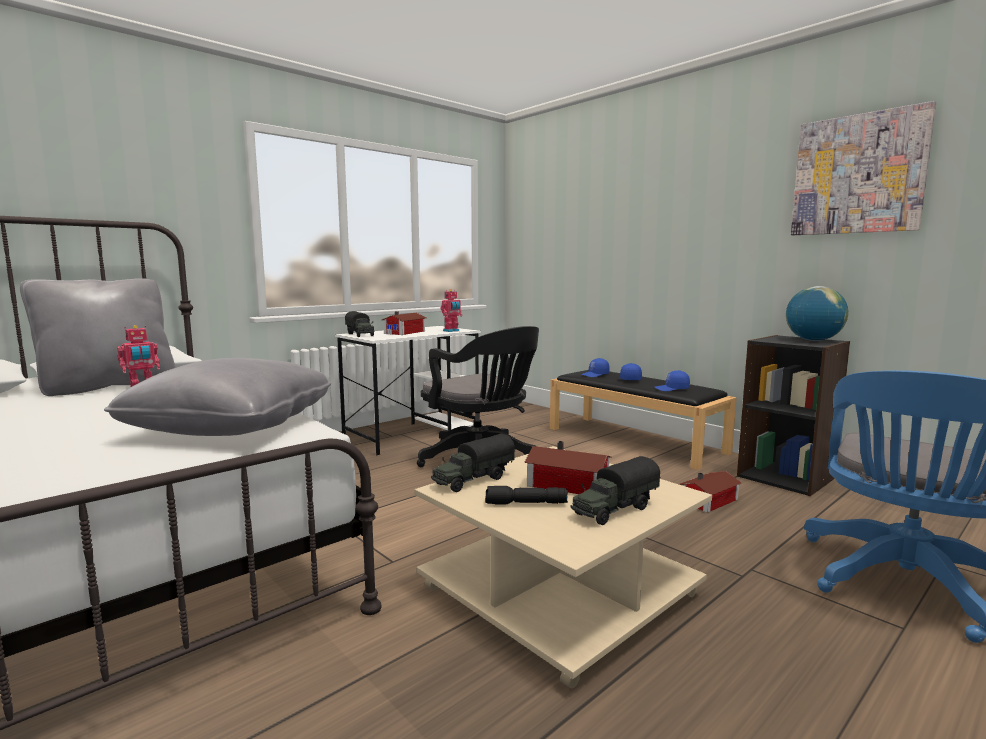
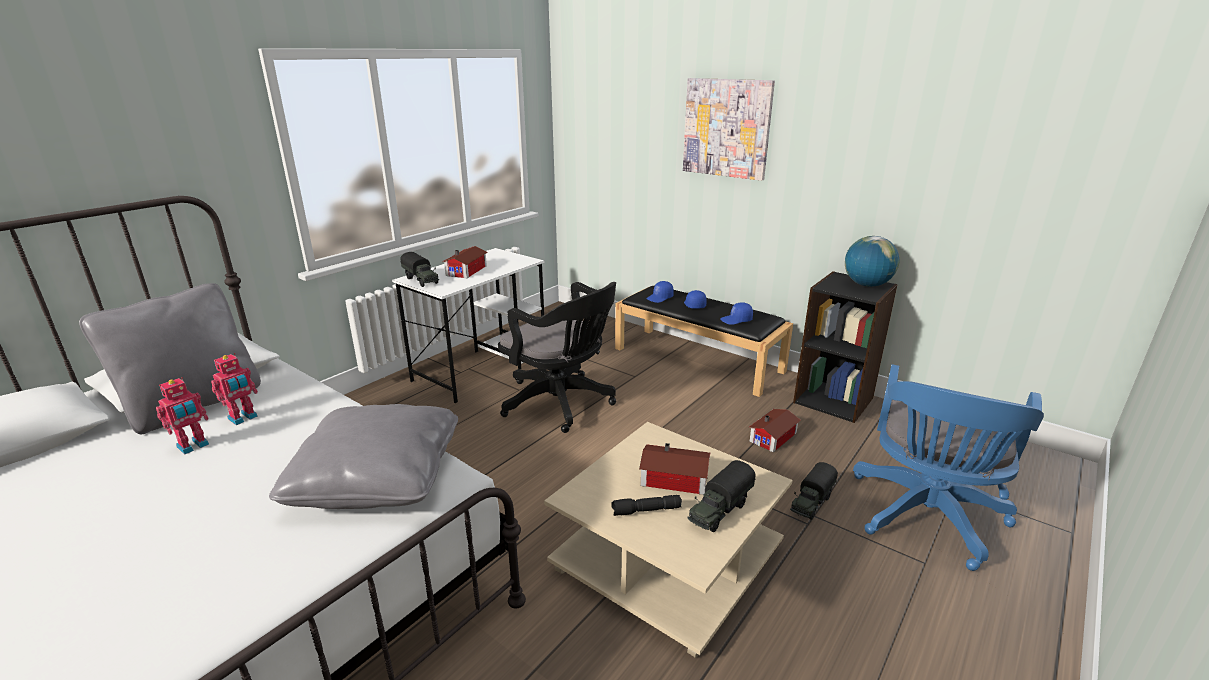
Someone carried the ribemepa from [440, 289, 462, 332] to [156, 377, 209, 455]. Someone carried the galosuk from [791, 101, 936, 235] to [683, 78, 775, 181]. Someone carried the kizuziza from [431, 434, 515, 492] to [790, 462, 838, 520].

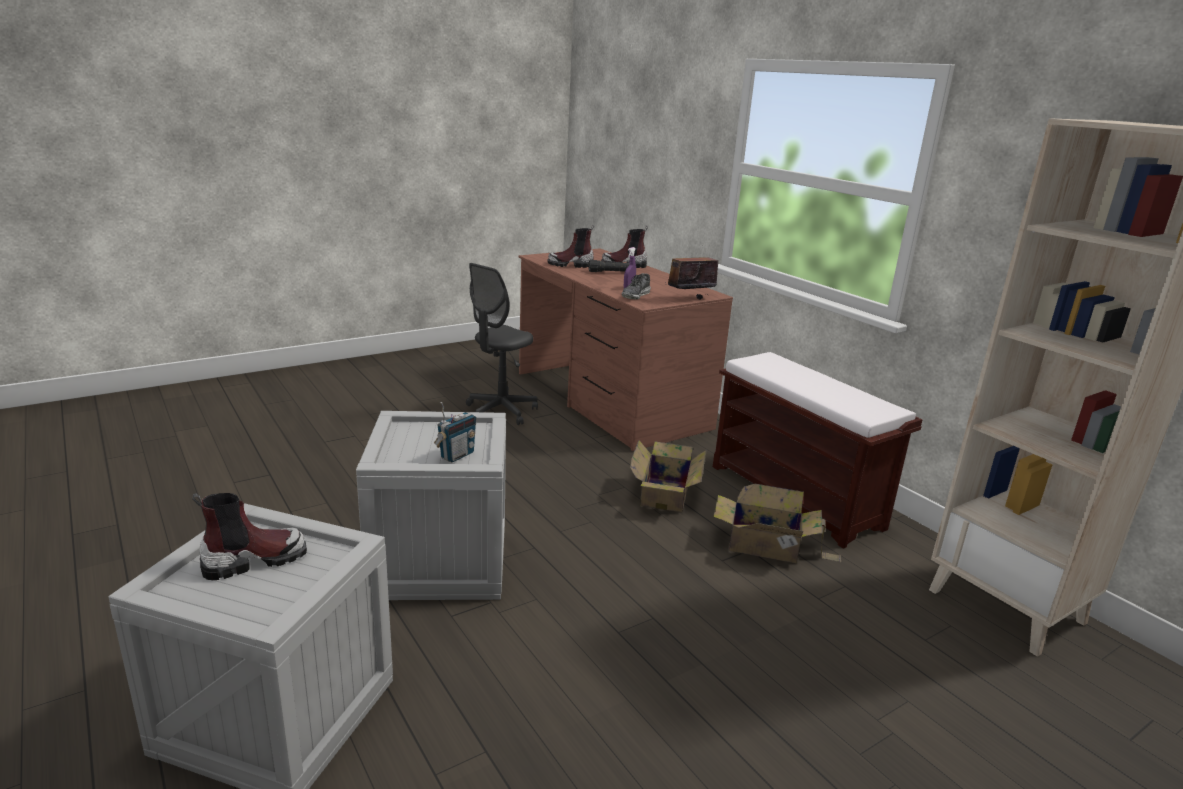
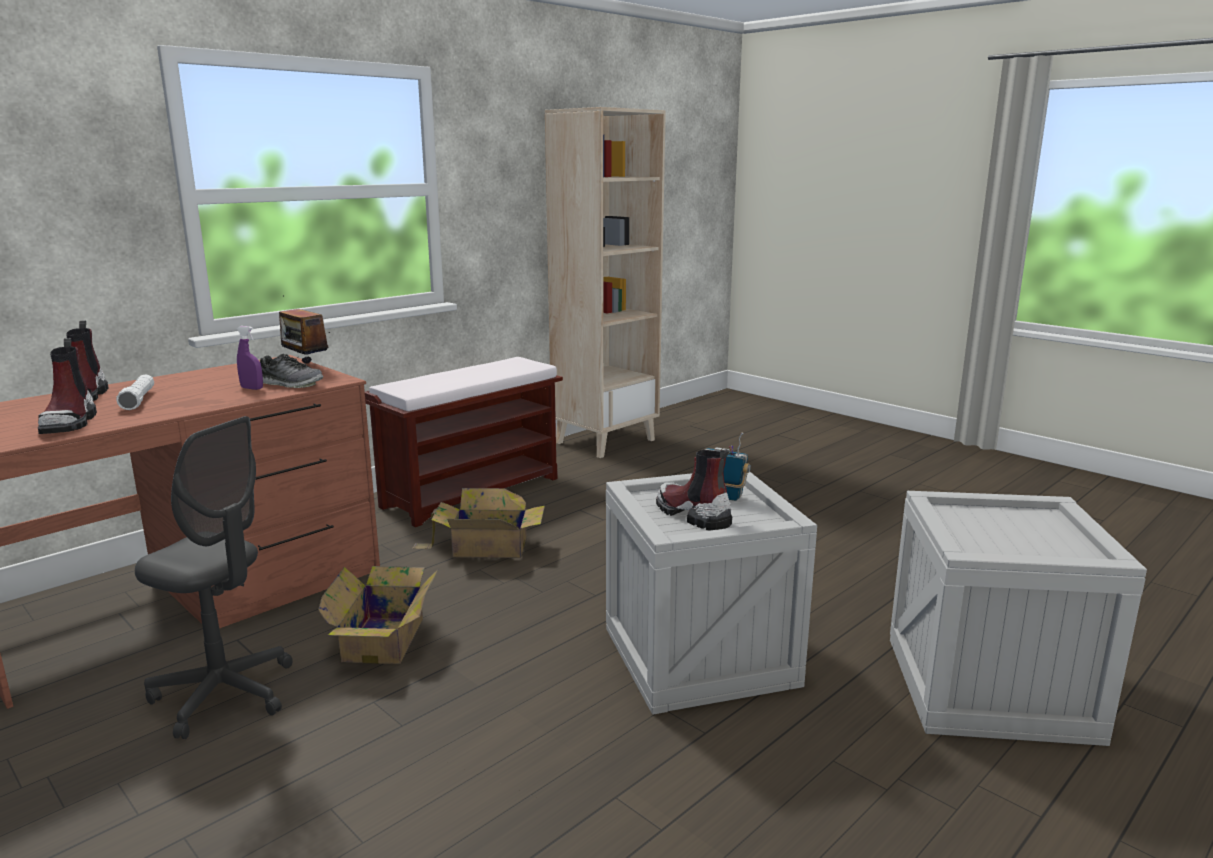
Someone repainted the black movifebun at [589, 260, 629, 272], which became the white movifebun at [116, 374, 154, 410]. Someone carried the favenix from [713, 484, 841, 563] to [318, 566, 438, 664]. Someone carried the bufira from [192, 493, 307, 580] to [656, 449, 732, 531].

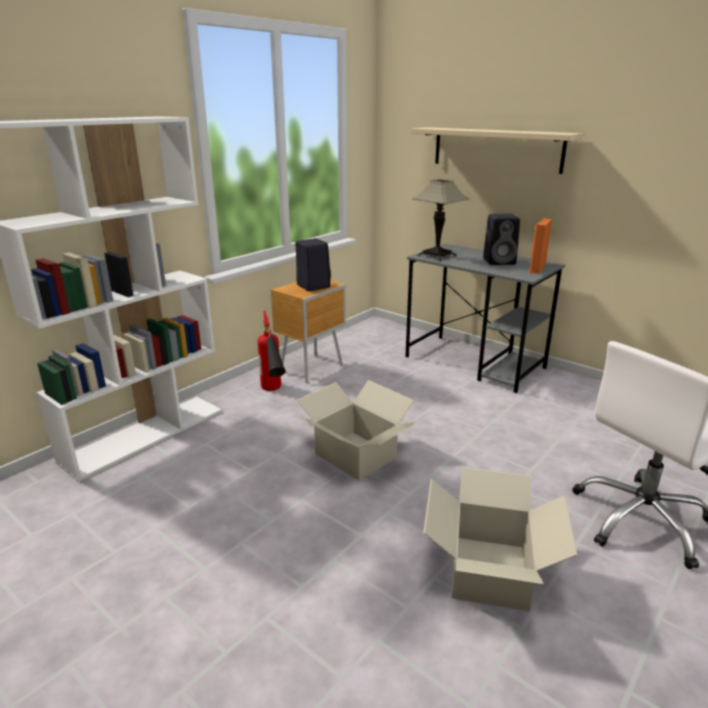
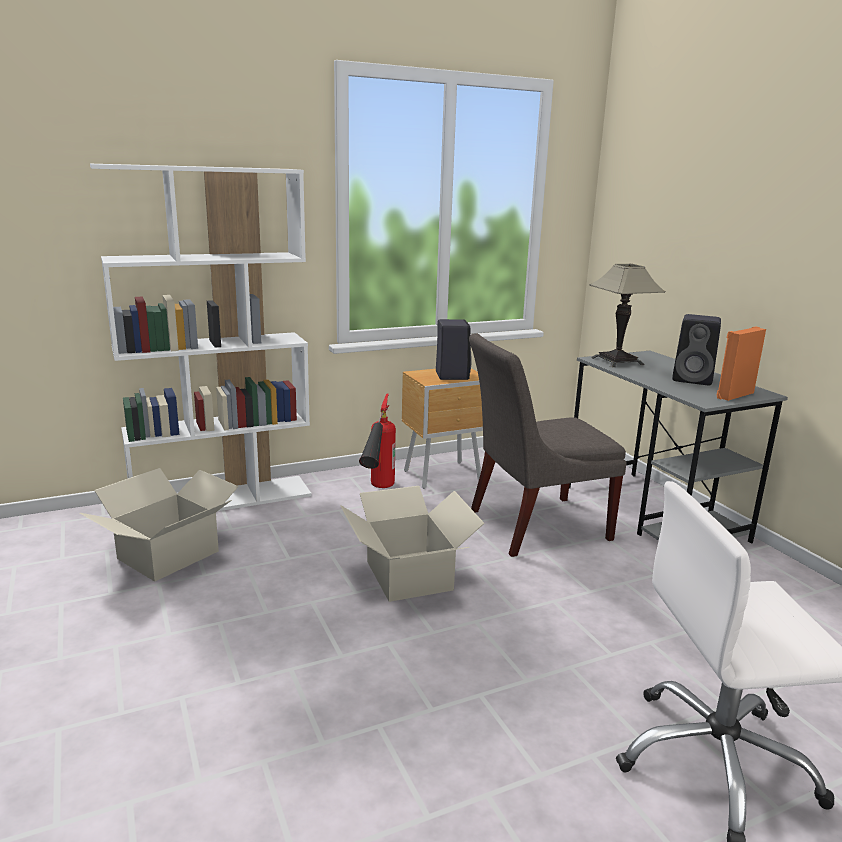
Someone carried the favenix from [423, 467, 577, 611] to [80, 468, 239, 581]. Someone put down the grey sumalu at [469, 333, 627, 557]. Someone took away the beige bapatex at [411, 127, 583, 174].

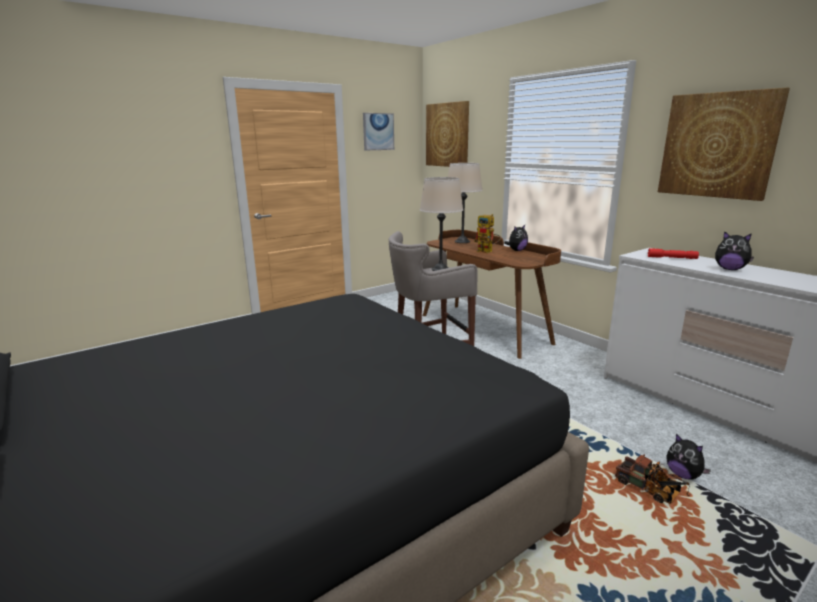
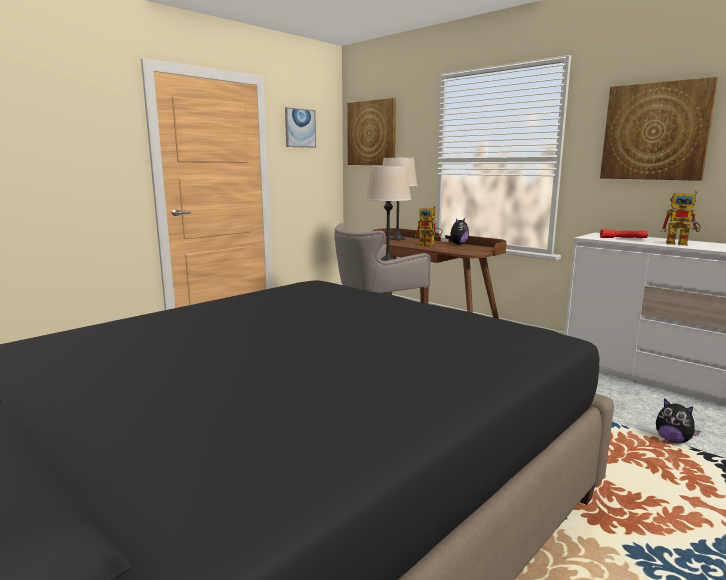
Someone swapped the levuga at [715, 231, 754, 270] for the ribemepa at [661, 191, 701, 246]. Someone took away the kizuziza at [615, 454, 690, 504].

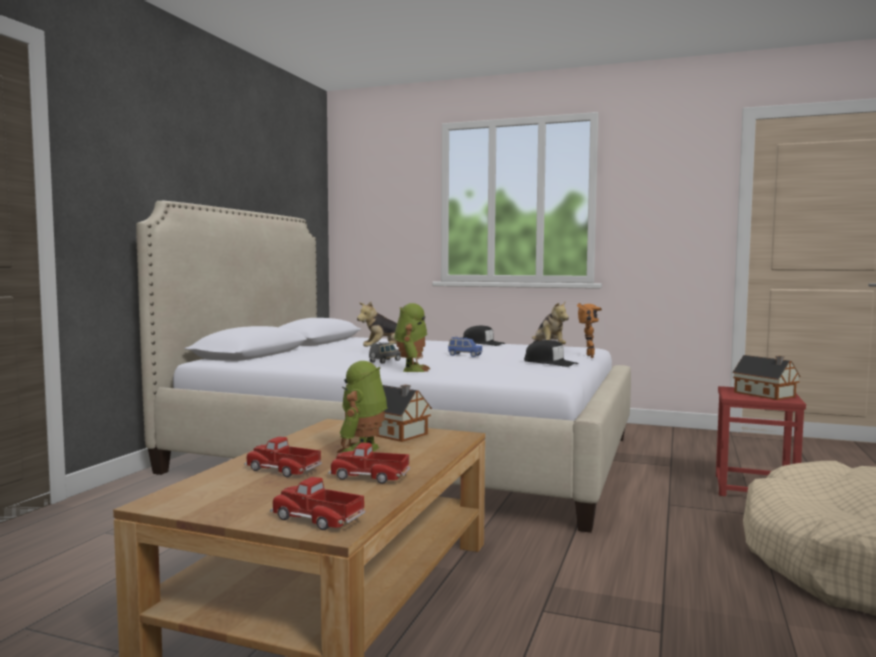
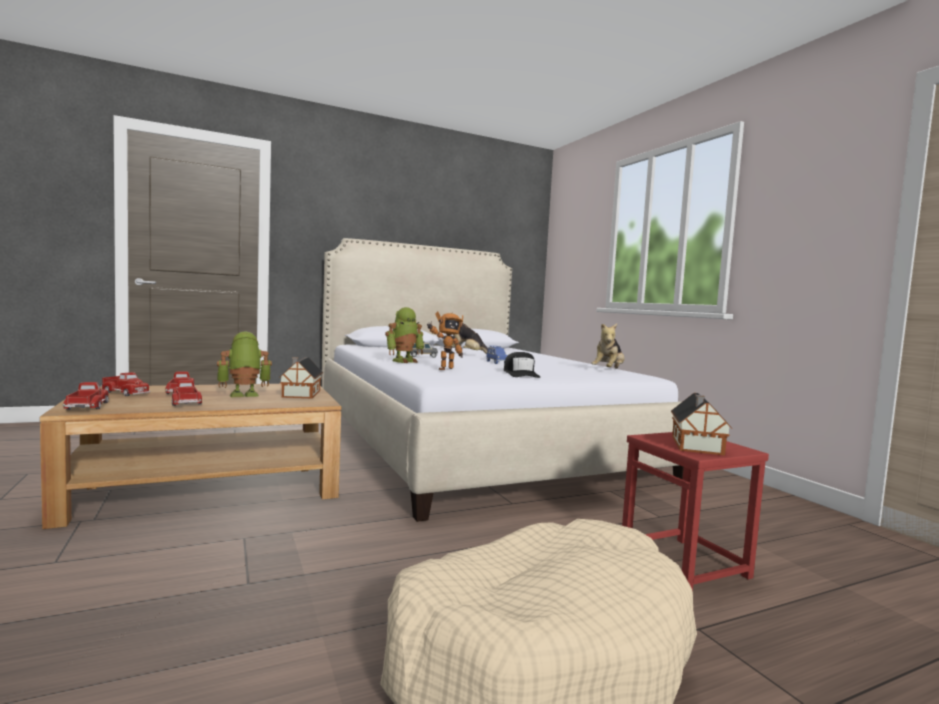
Someone put down the kizuziza at [101, 372, 150, 396]. Someone carried the ribemepa from [577, 303, 602, 358] to [427, 311, 463, 370]. Someone took away the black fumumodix at [463, 326, 505, 346].

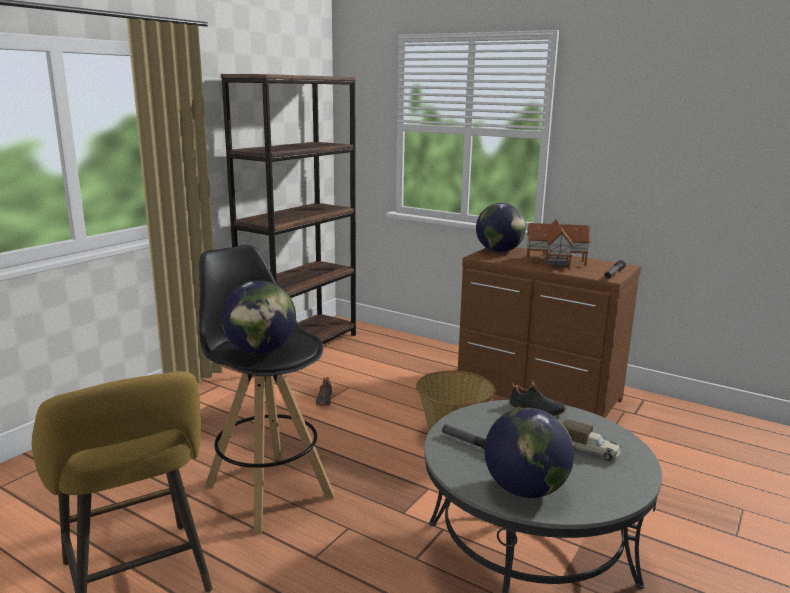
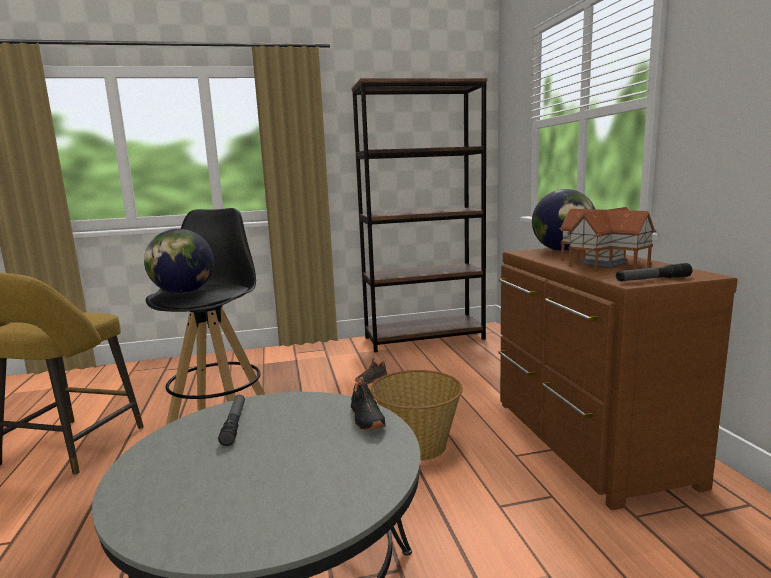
Someone took away the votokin at [484, 408, 574, 498]. Someone took away the kizuziza at [562, 418, 621, 461].

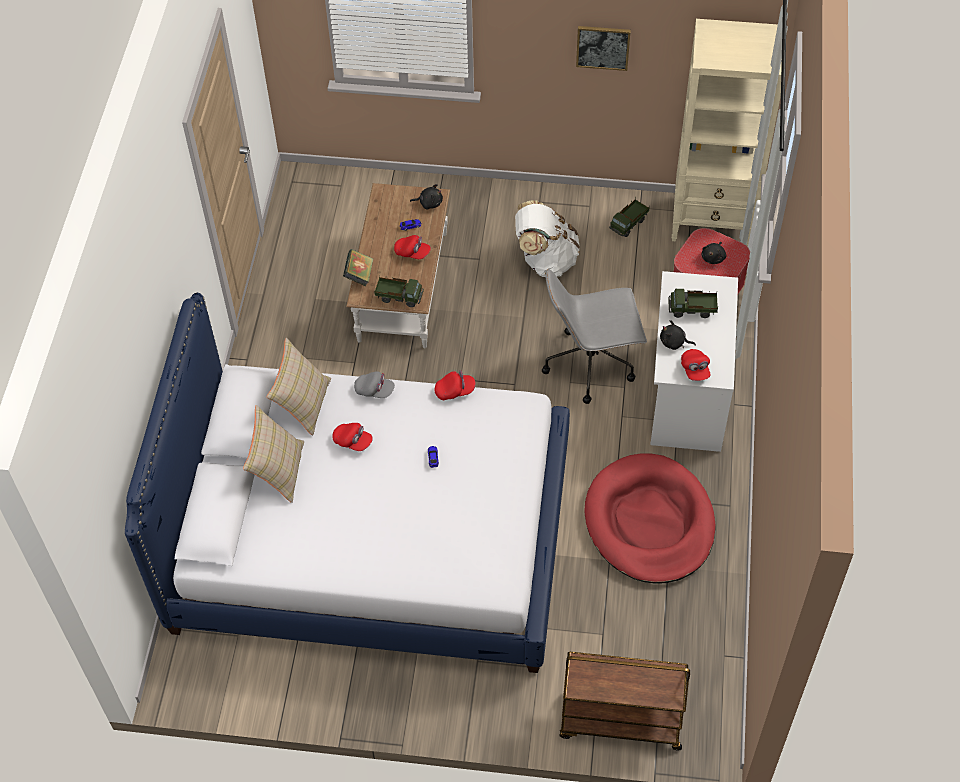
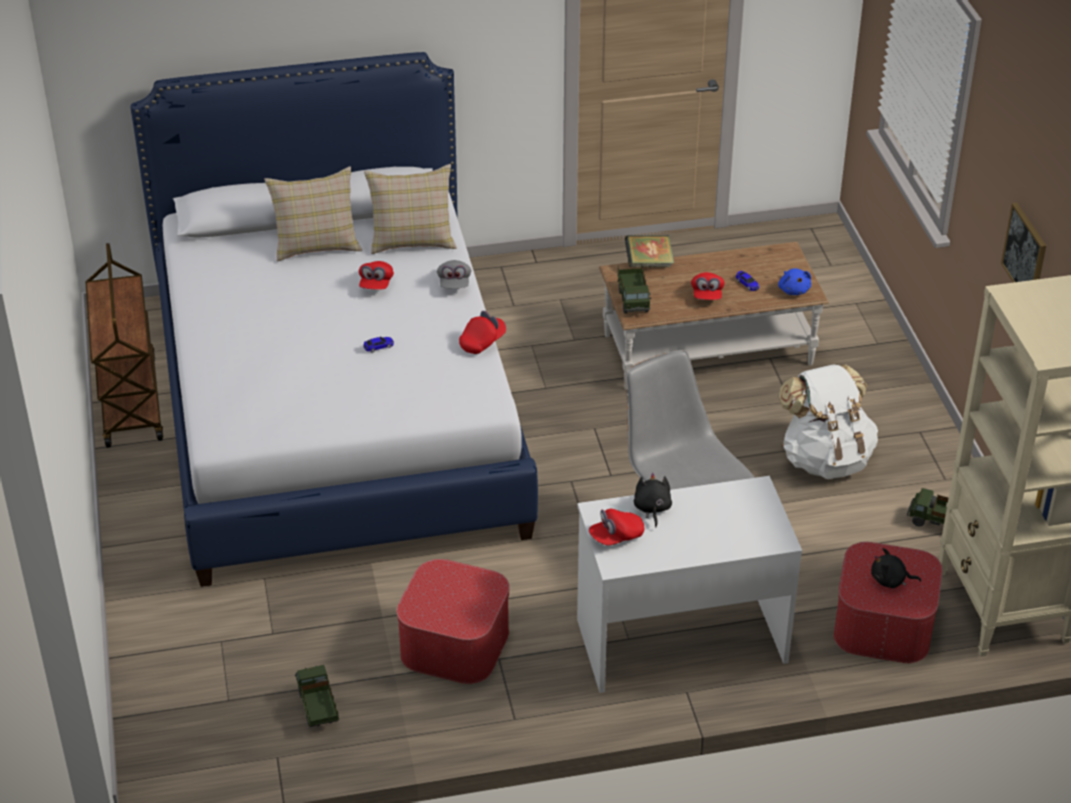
Someone carried the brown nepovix from [559, 652, 690, 750] to [85, 243, 163, 448]. Someone carried the kizuziza from [668, 289, 718, 318] to [295, 665, 339, 727]. Someone swapped the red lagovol at [585, 453, 715, 584] for the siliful at [396, 559, 510, 684]. Someone rotated the red fumumodix at [434, 370, 476, 400] by 105 degrees counterclockwise. Someone repainted the black levuga at [410, 184, 443, 210], which became the blue levuga at [778, 268, 811, 295].

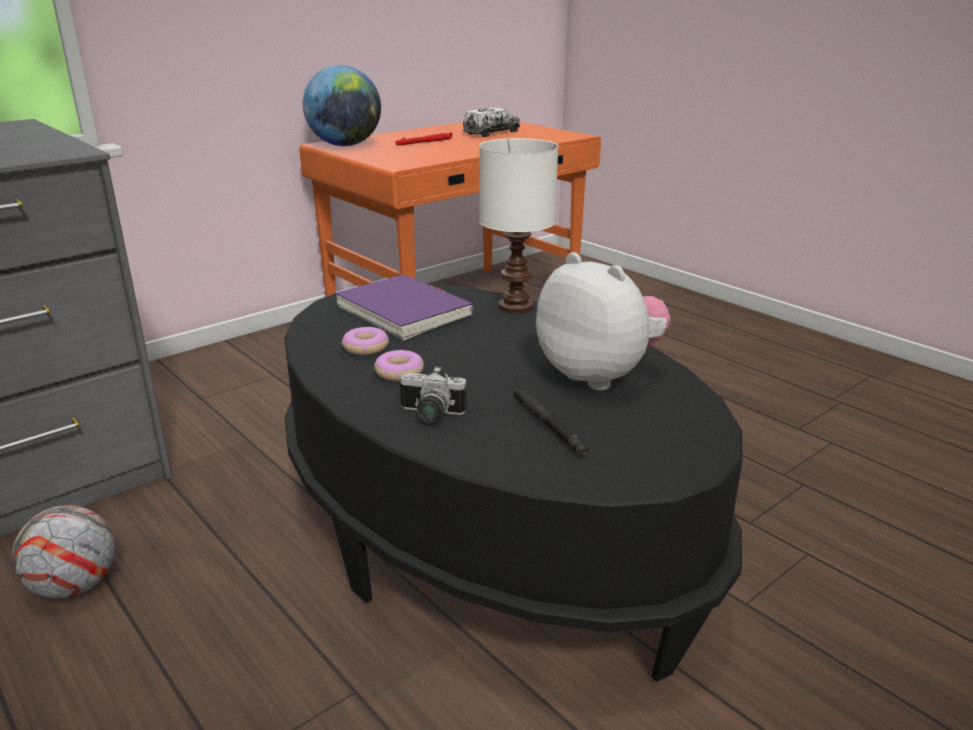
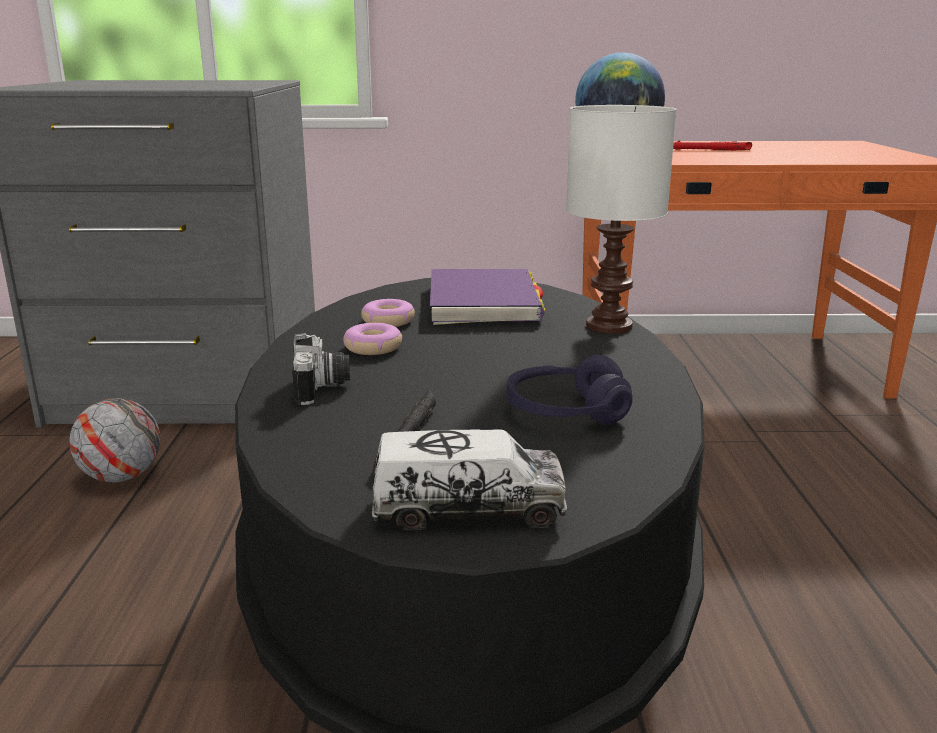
Someone rotated the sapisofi at [400, 366, 467, 422] by 150 degrees counterclockwise. Someone carried the kizuziza from [463, 108, 520, 137] to [372, 429, 567, 530]. Someone swapped the levuga at [536, 252, 671, 391] for the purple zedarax at [507, 355, 633, 425].

